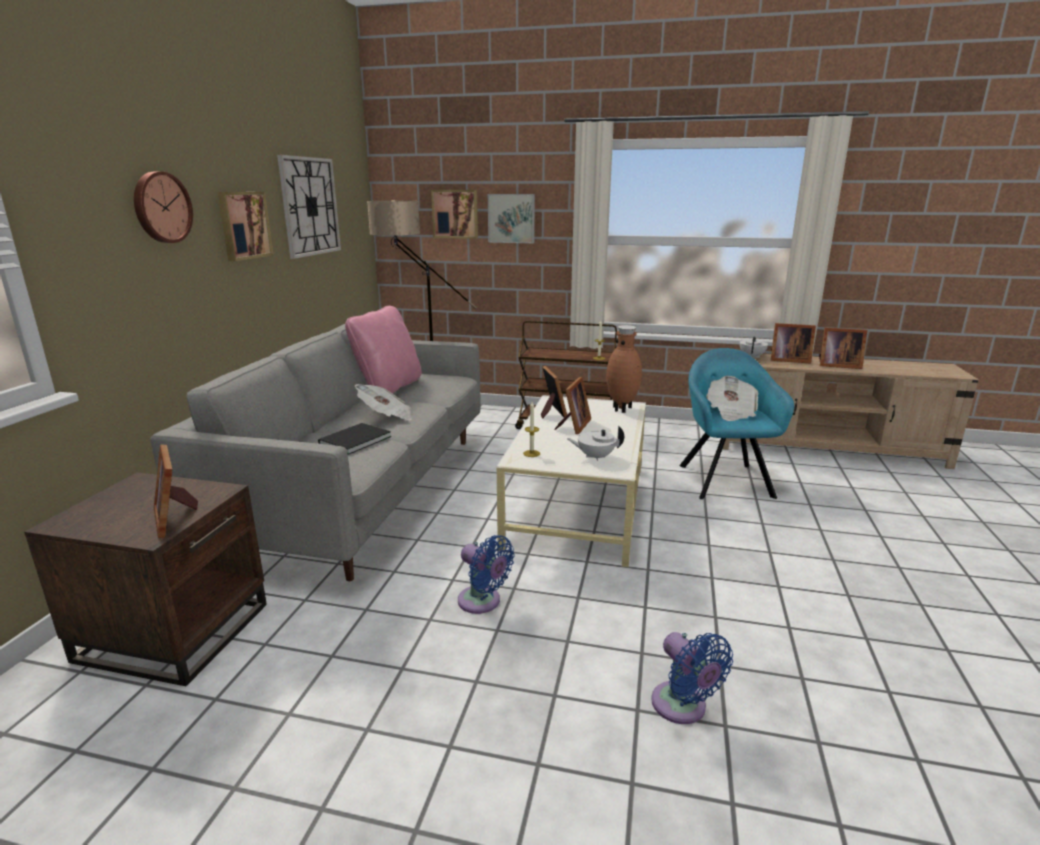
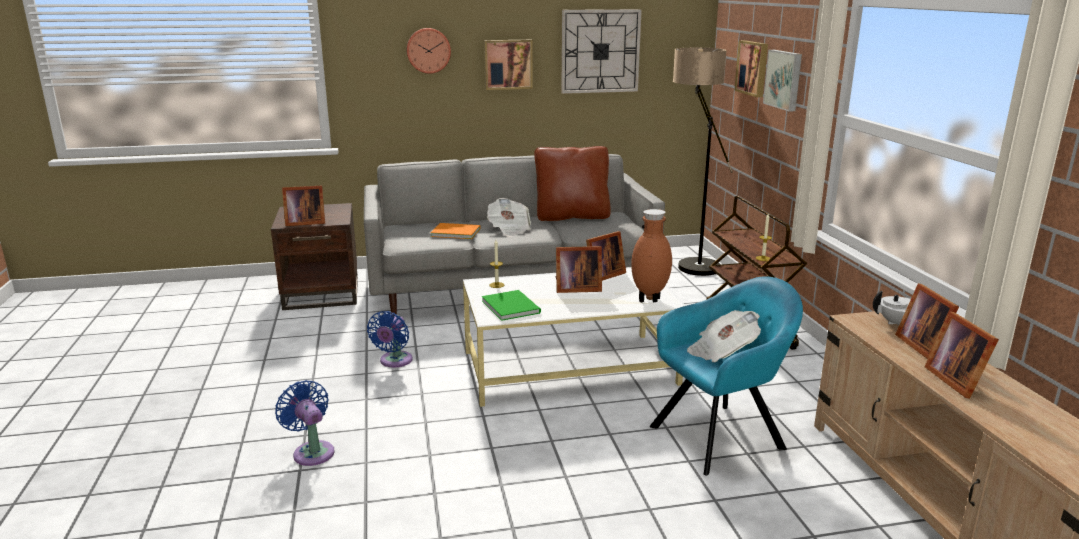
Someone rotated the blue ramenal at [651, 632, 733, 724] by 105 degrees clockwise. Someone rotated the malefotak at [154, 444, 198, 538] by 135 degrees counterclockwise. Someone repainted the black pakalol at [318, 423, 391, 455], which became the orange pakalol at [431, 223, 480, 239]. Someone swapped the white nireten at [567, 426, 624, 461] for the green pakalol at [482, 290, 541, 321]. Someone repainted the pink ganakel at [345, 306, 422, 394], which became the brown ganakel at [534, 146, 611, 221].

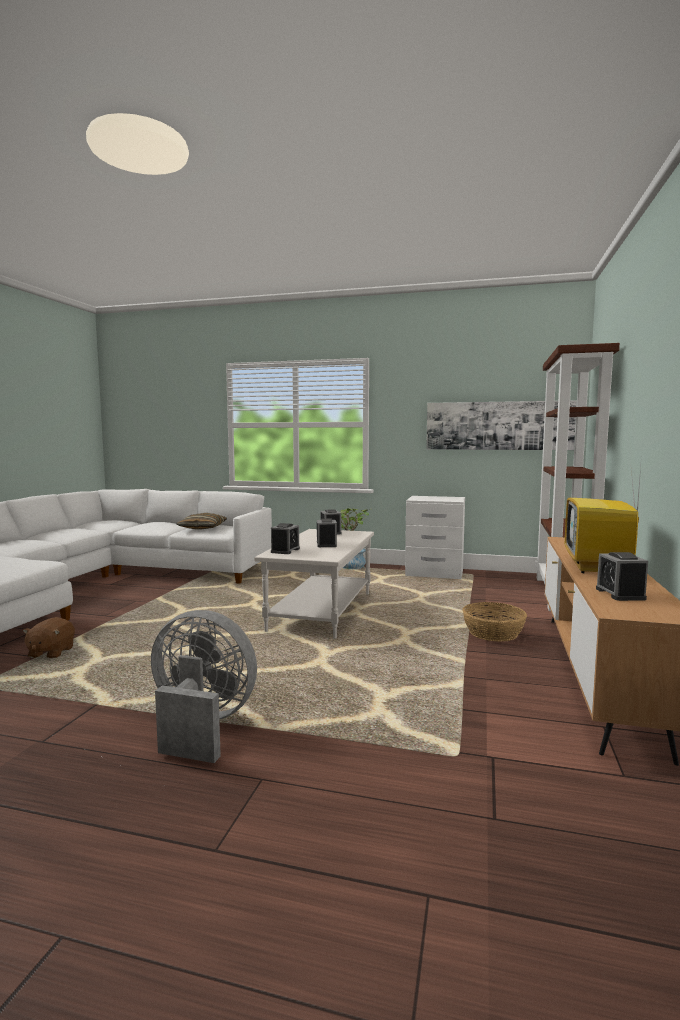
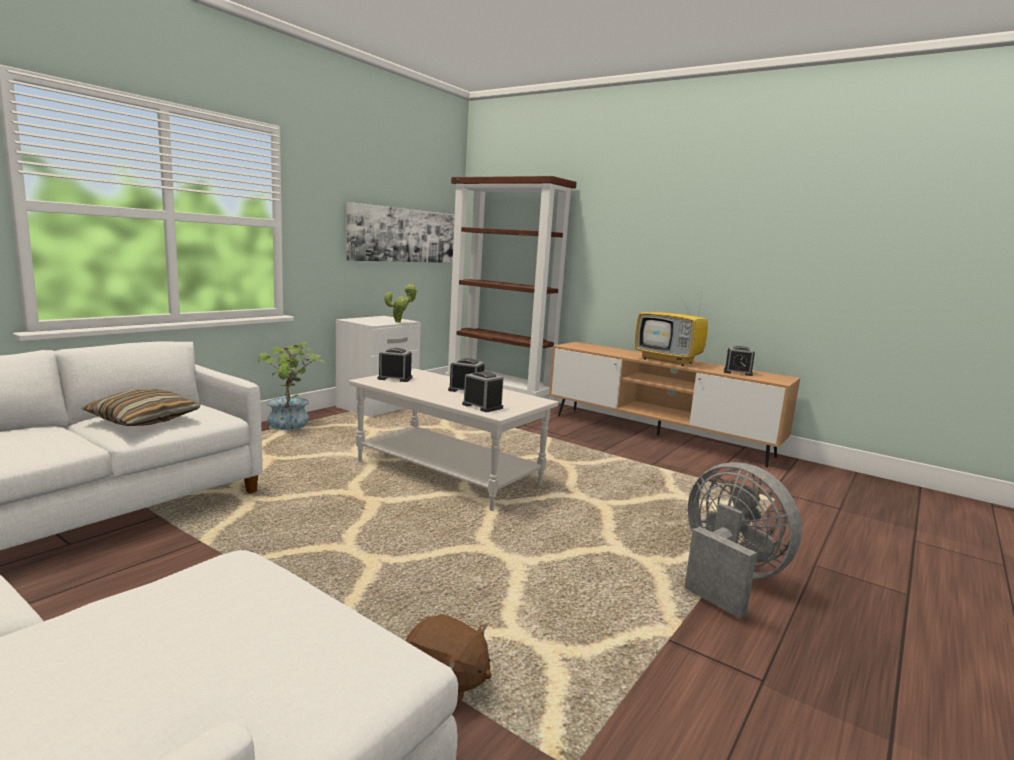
Someone put down the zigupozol at [384, 284, 418, 323]. Someone rotated the grey ramenal at [151, 610, 257, 763] by 105 degrees clockwise. Someone took away the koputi at [462, 602, 527, 642].

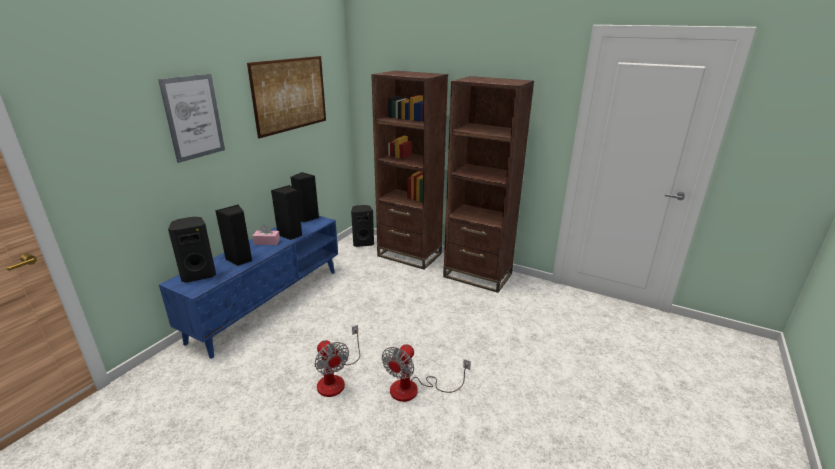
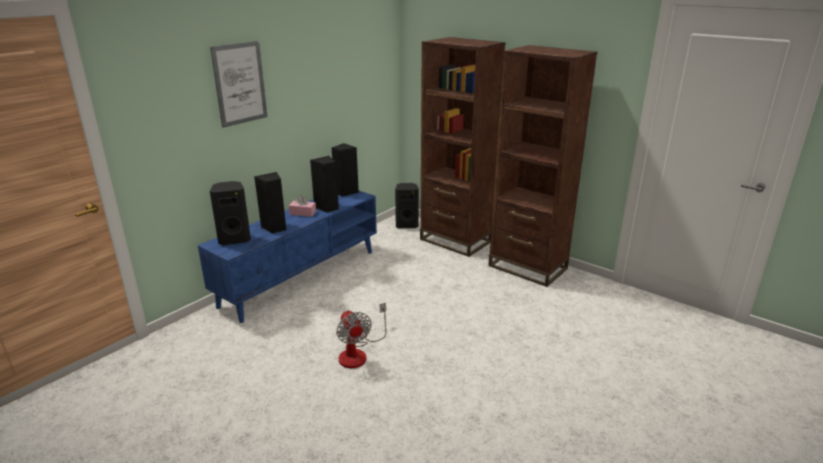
Someone took away the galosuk at [247, 56, 326, 138]. Someone took away the ramenal at [382, 344, 471, 402].

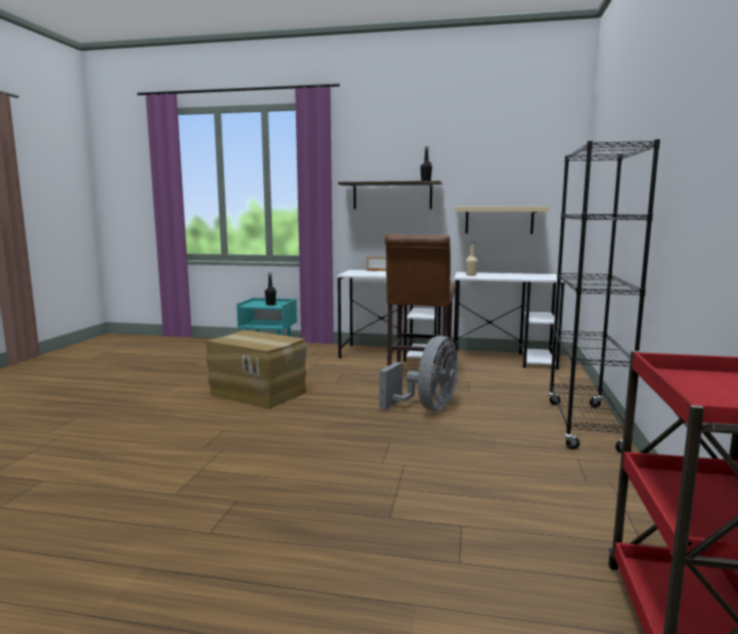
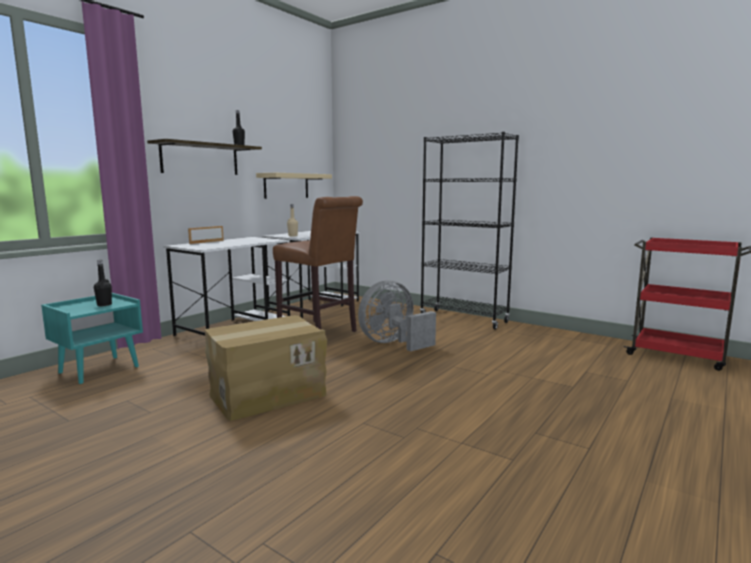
Someone rotated the grey ramenal at [379, 336, 458, 411] by 90 degrees counterclockwise.

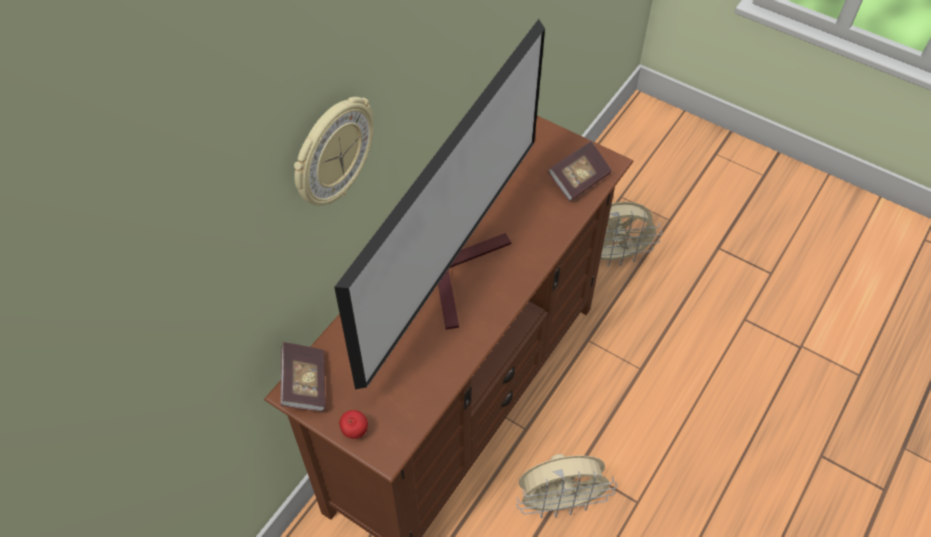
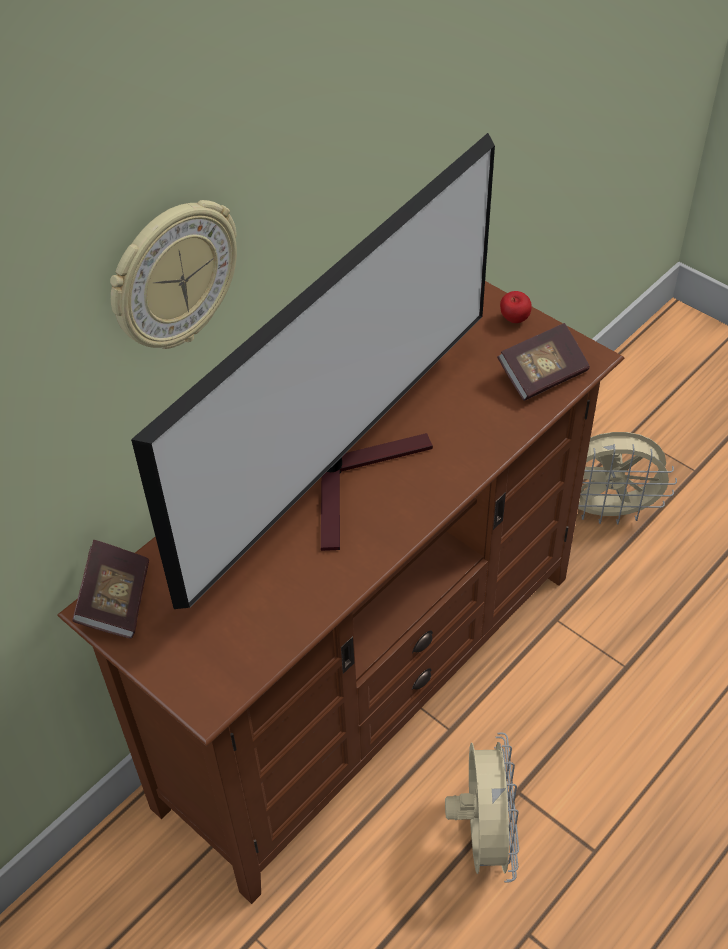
Someone rotated the beige ramenal at [516, 454, 617, 518] by 90 degrees counterclockwise. Someone carried the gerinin from [339, 410, 368, 439] to [500, 291, 532, 323].

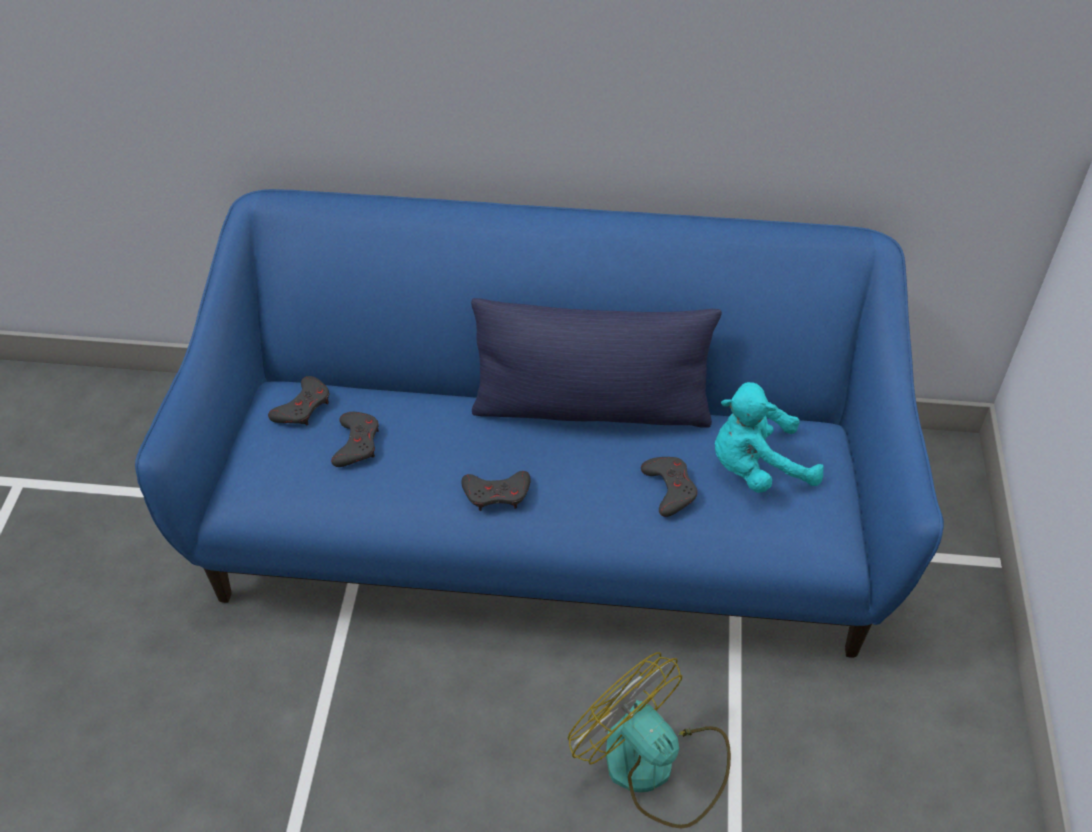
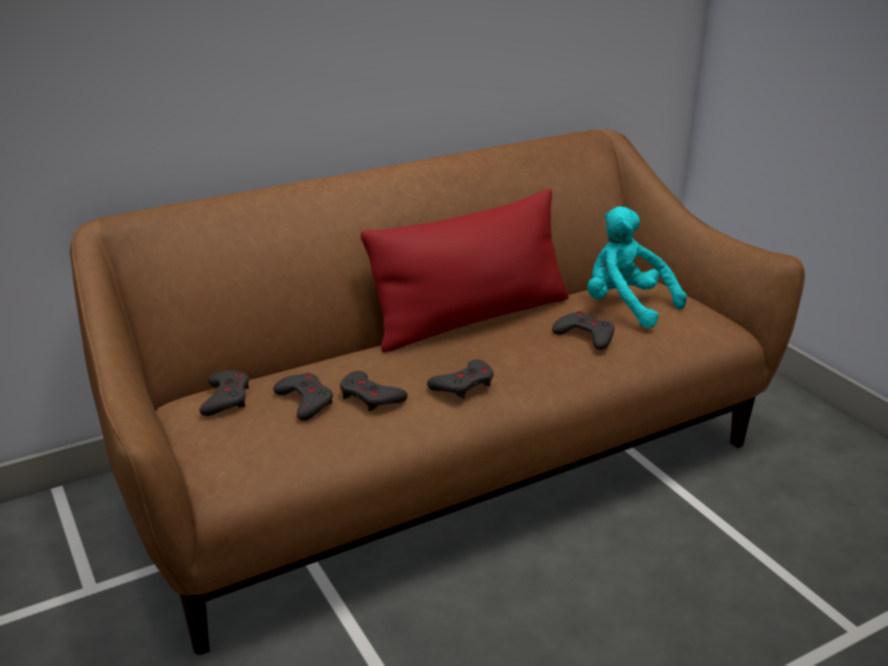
Someone repainted the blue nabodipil at [135, 189, 944, 658], which became the brown nabodipil at [70, 130, 805, 655]. Someone put down the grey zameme at [340, 371, 408, 411]. Someone repainted the blue ganakel at [471, 298, 722, 427], which became the red ganakel at [361, 189, 569, 353]. Someone rotated the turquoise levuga at [715, 382, 824, 493] by 90 degrees clockwise. Someone took away the ramenal at [568, 652, 731, 828].

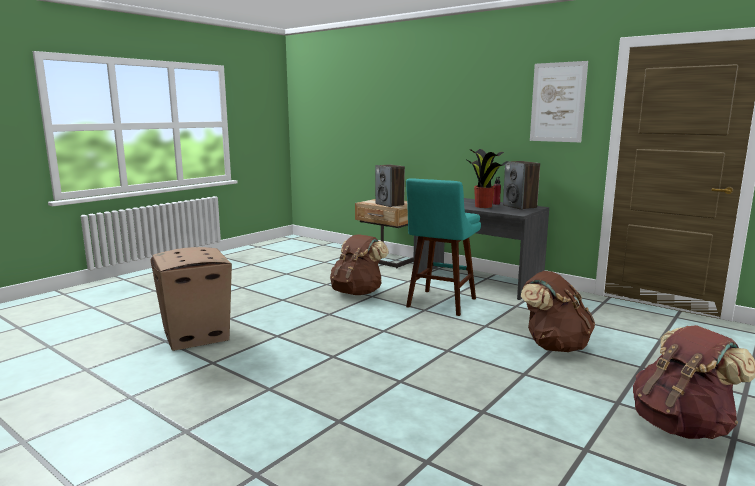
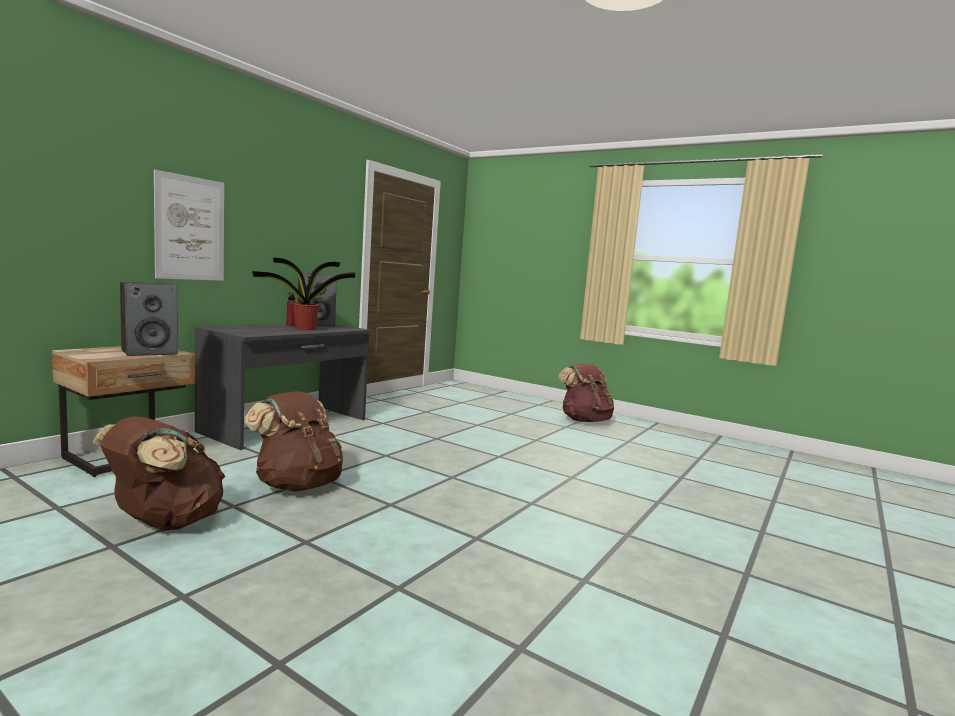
Someone carried the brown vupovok from [521, 271, 595, 352] to [93, 416, 225, 531]. Someone carried the galosuk from [530, 61, 588, 143] to [154, 169, 224, 281]. Someone took away the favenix at [151, 247, 232, 351]. Someone took away the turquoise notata at [406, 178, 481, 316].

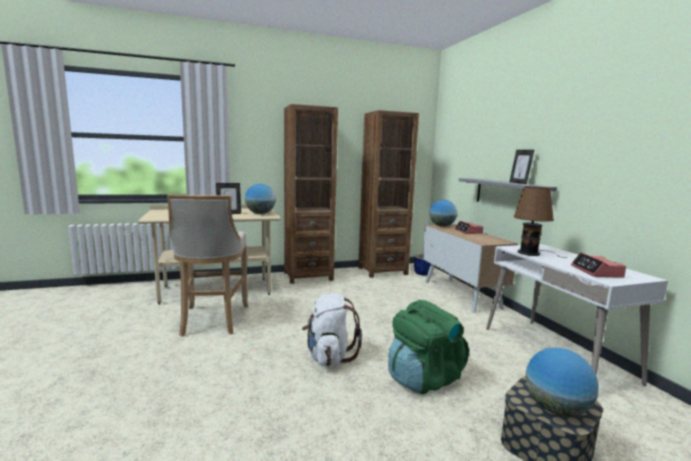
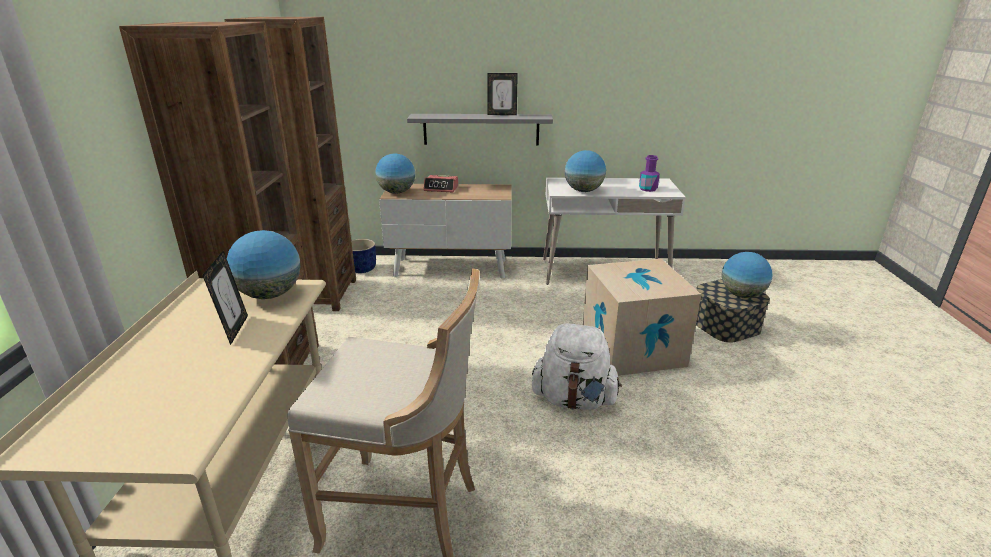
Someone swapped the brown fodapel at [513, 186, 567, 258] for the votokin at [565, 150, 606, 192]. Someone swapped the green vupovok at [388, 300, 469, 394] for the favenix at [583, 259, 701, 376]. Someone swapped the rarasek at [571, 253, 626, 278] for the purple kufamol at [639, 155, 660, 192].

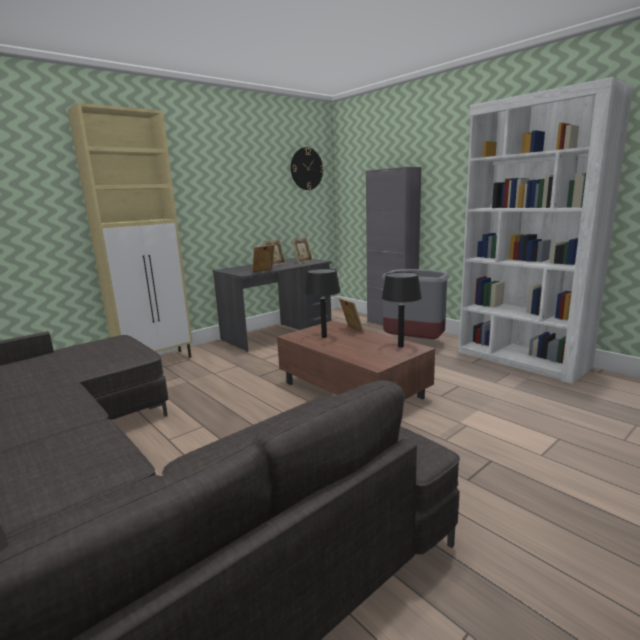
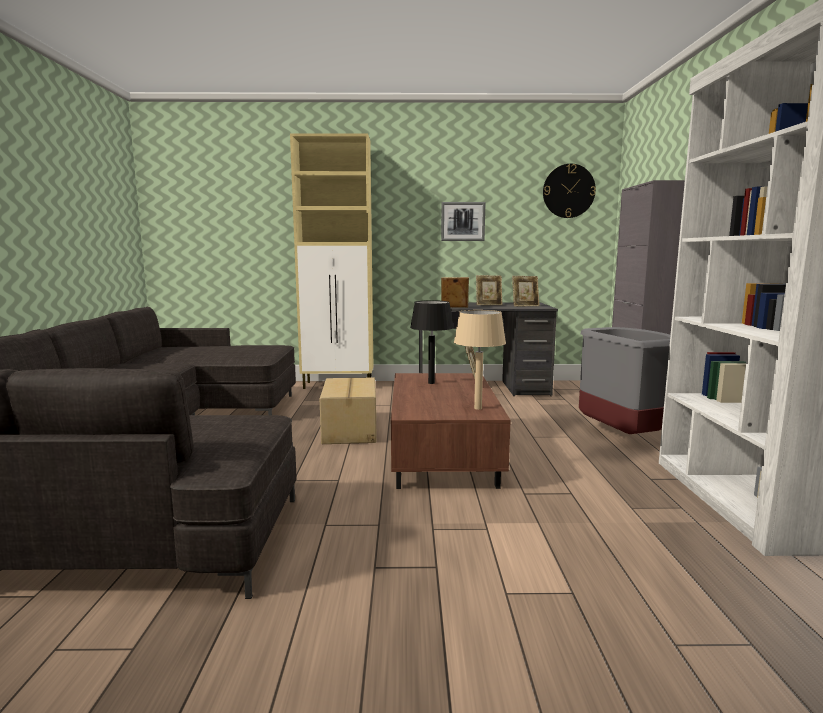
Someone put down the favenix at [320, 377, 377, 444]. Someone put up the galosuk at [441, 202, 485, 241]. Someone repainted the black fodapel at [382, 272, 422, 348], which became the beige fodapel at [454, 310, 506, 410].

